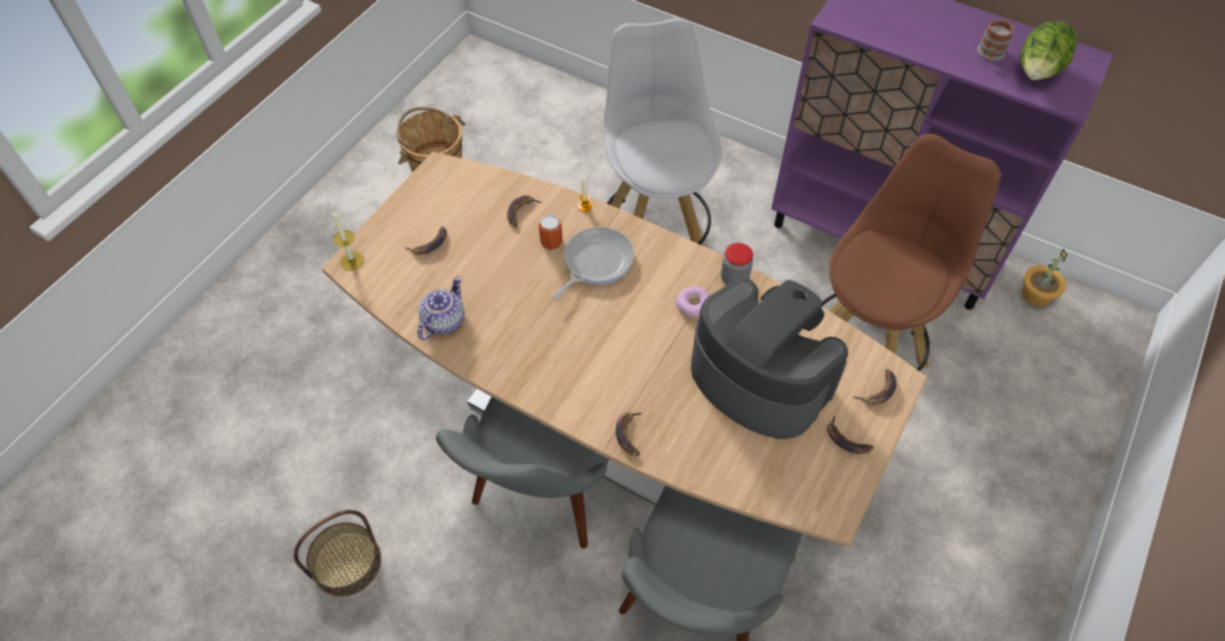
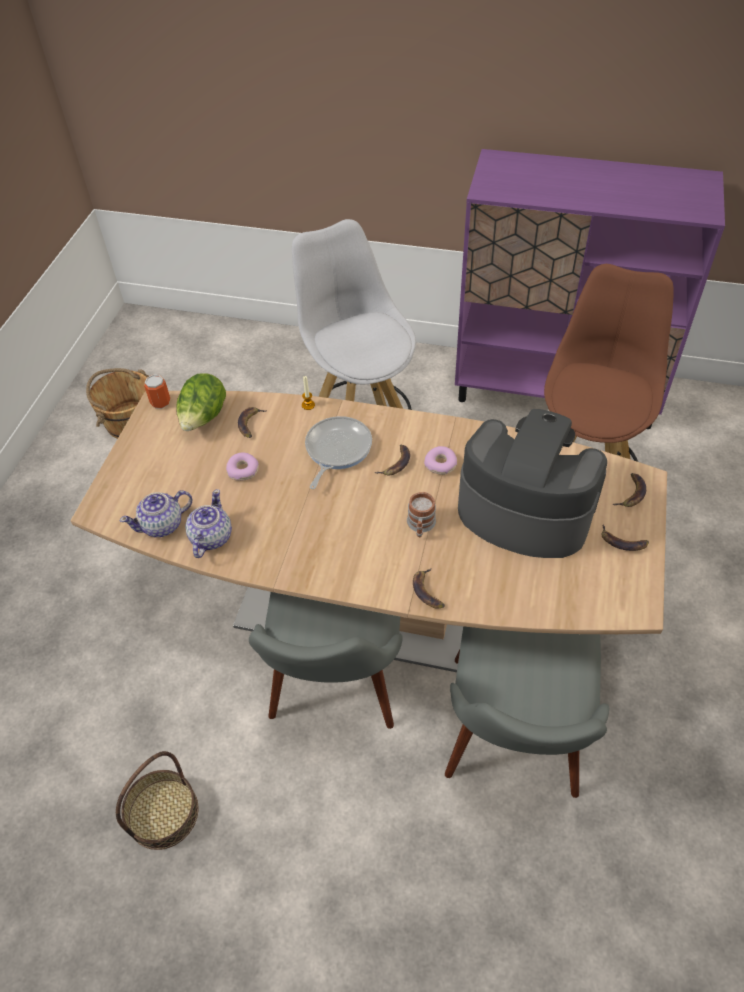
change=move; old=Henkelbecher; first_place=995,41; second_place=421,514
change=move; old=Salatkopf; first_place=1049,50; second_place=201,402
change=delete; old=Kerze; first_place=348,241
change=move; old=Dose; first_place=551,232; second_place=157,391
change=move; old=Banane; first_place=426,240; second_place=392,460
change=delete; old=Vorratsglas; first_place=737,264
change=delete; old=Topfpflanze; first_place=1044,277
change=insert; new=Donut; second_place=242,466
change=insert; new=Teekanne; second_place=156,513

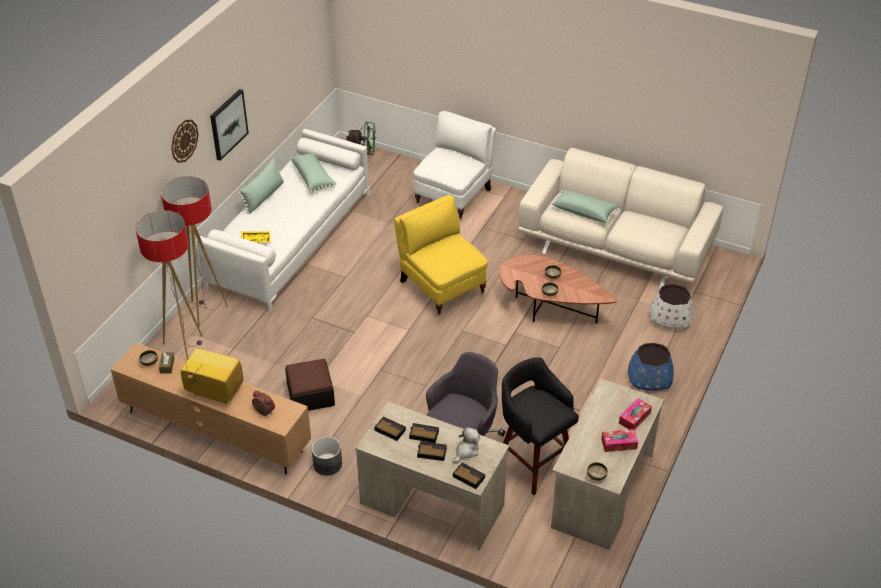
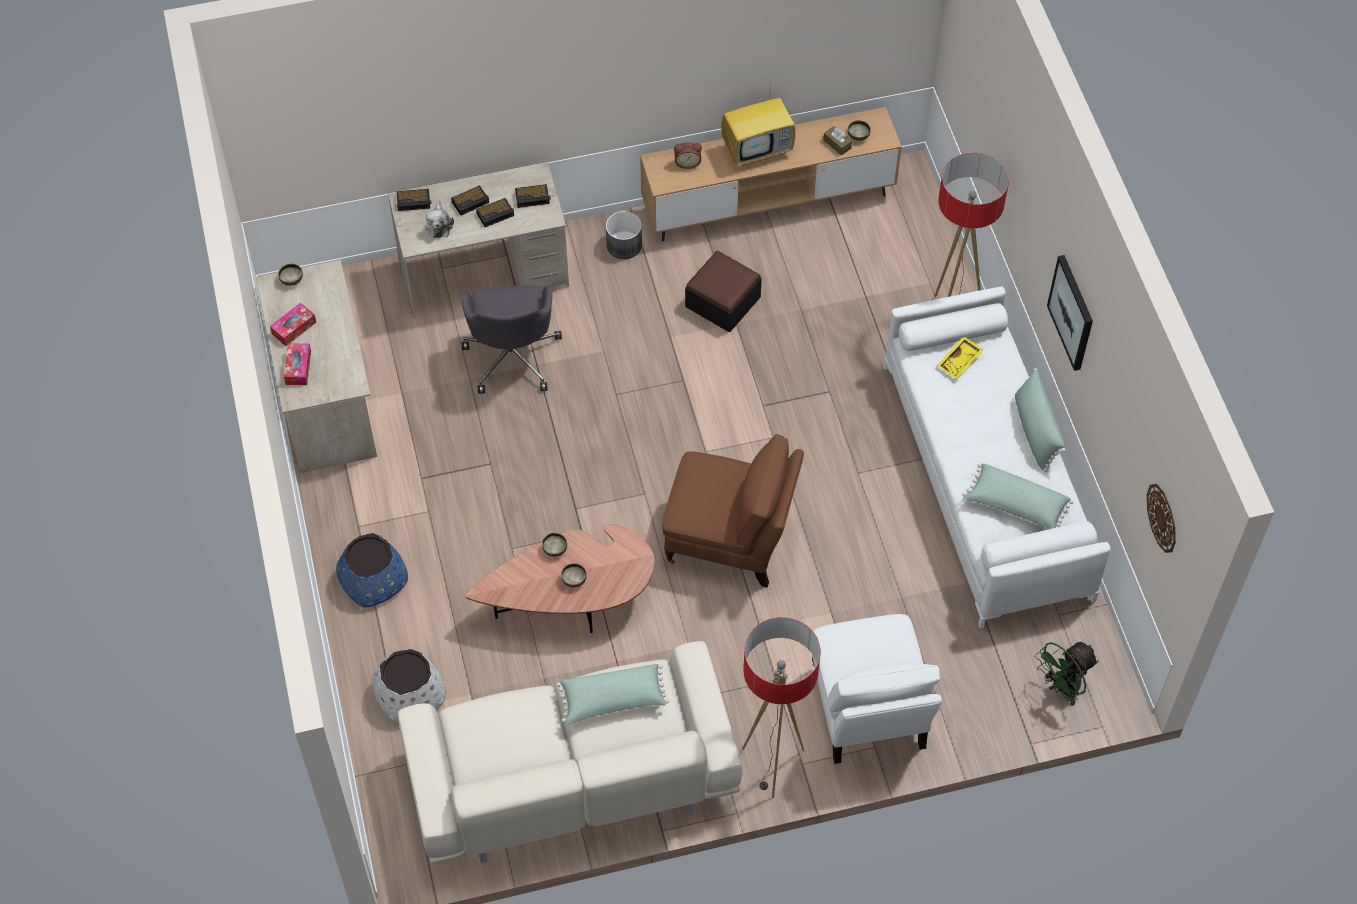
change=move; old=Wanduhr; first_place=184,141; second_place=1161,518
change=recolor; old=Sessel [gelb]; new=Sessel [braun]; first_place=441,255; second_place=733,511
change=move; old=Stehlampe; first_place=169,285; second_place=781,707
change=delete; old=Hocker [schwarz]; first_place=540,426

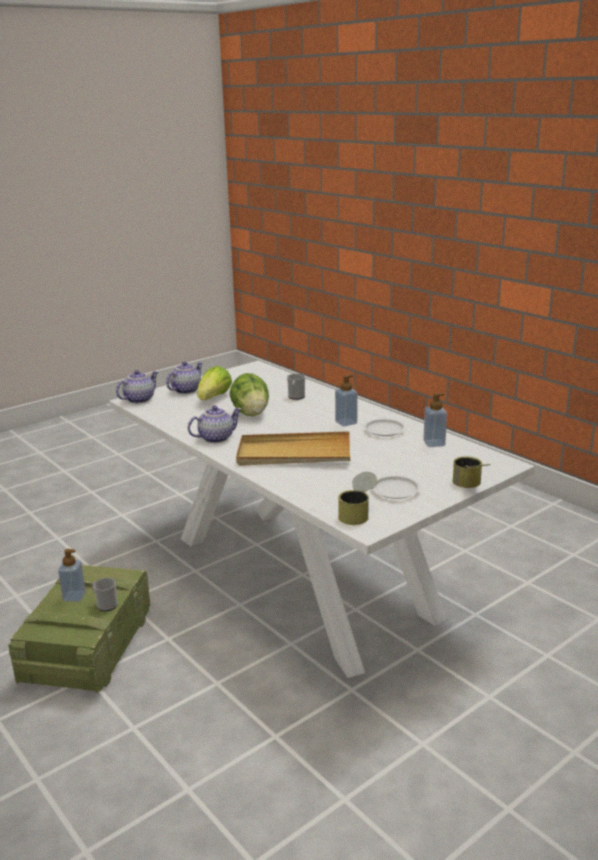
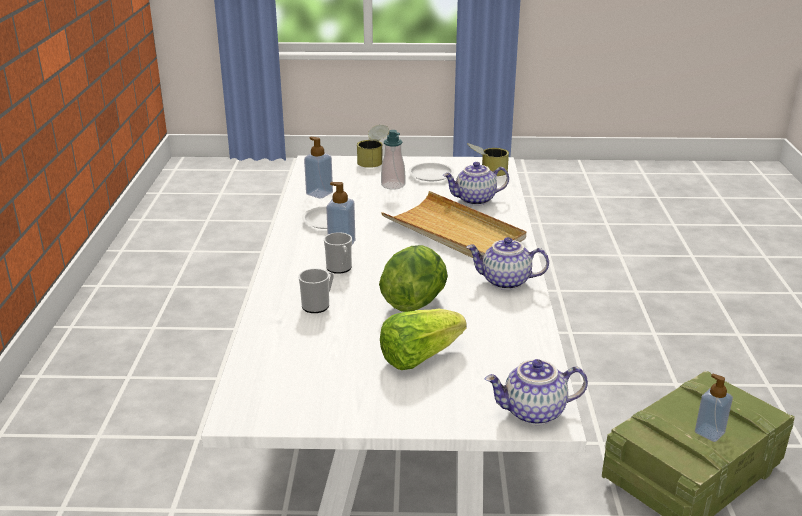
change=move; old=Teekanne; first_place=184,378; second_place=476,184
change=move; old=Henkelbecher; first_place=104,594; second_place=338,253
change=insert; new=Seifenspender; second_place=393,159

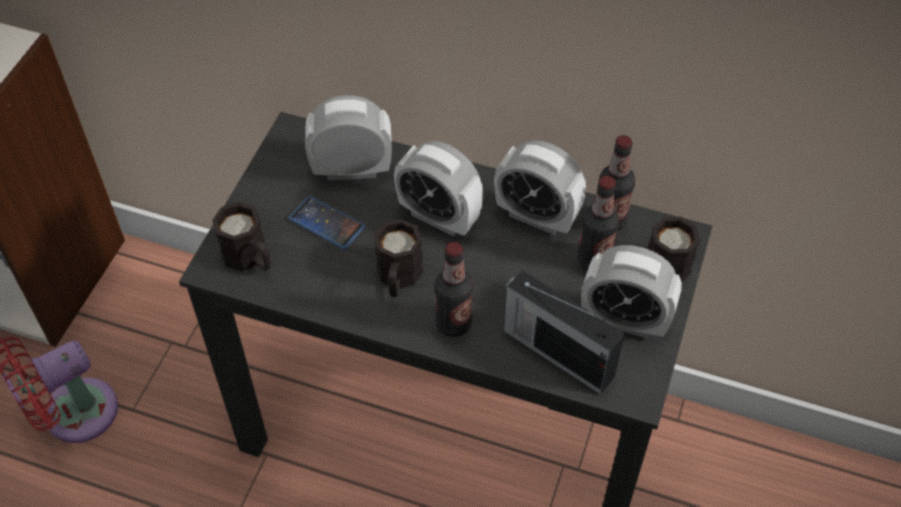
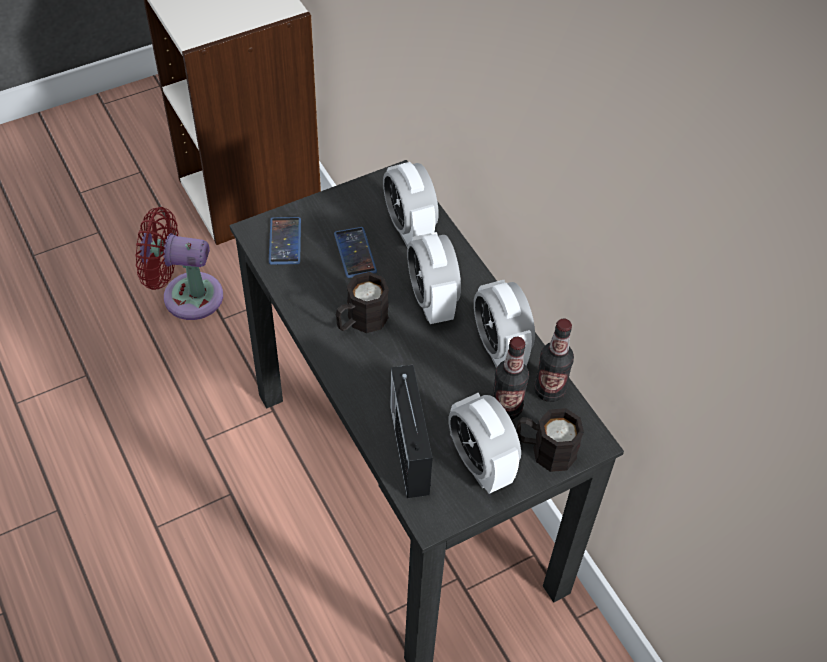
change=rotate; old=Wecker; first_place=348,137; second_place=410,204; degrees=-150
change=replace; old=Henkelbecher [schwarz]; new=Handy; first_place=241,236; second_place=285,241
change=delete; old=Flasche; first_place=454,289

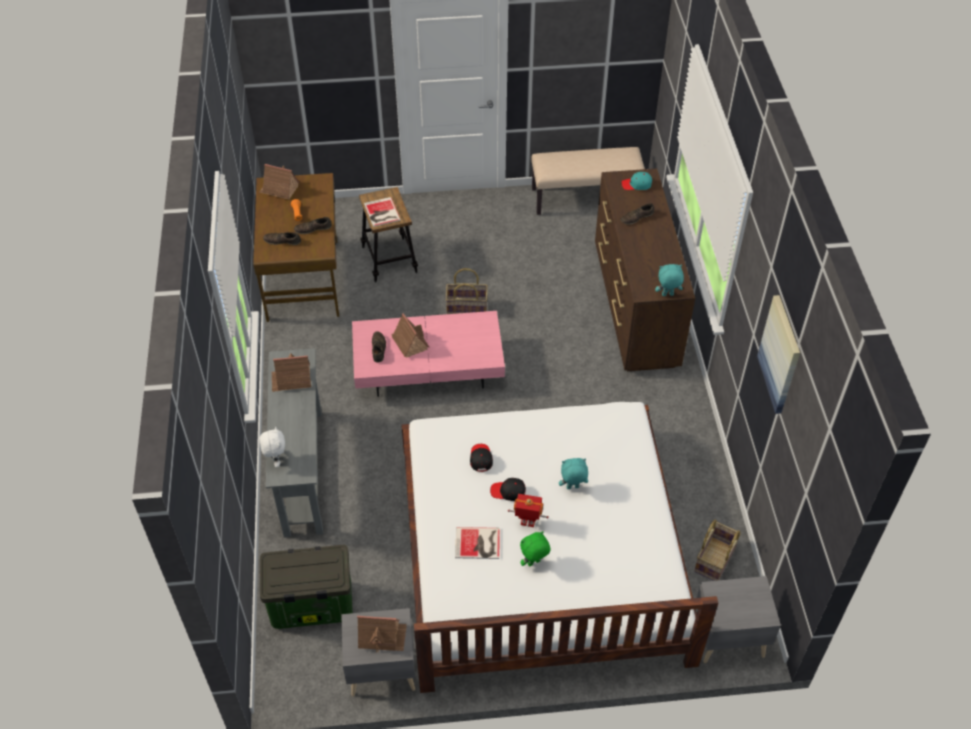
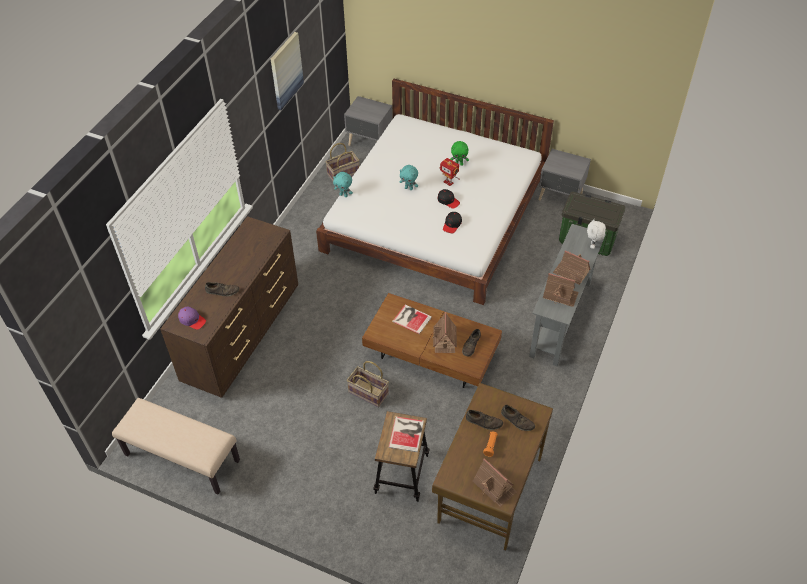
change=recolor; old=Kappe [türkis]; new=Kappe [lila]; first_place=636,181; second_place=192,318
change=move; old=Plüschtier [türkis]; first_place=669,280; second_place=343,184
change=recolor; old=Couchtisch [rosa]; new=Couchtisch [braun]; first_place=428,354; second_place=432,340
change=move; old=Buch; first_place=477,543; second_place=412,319
change=move; old=Spielzeughaus; first_place=382,634; second_place=571,267

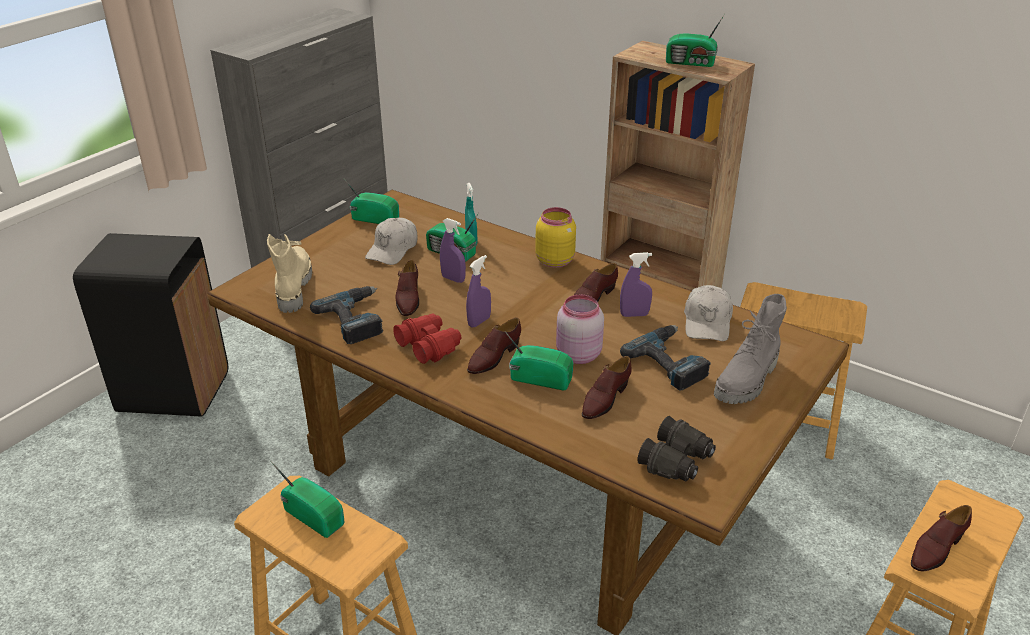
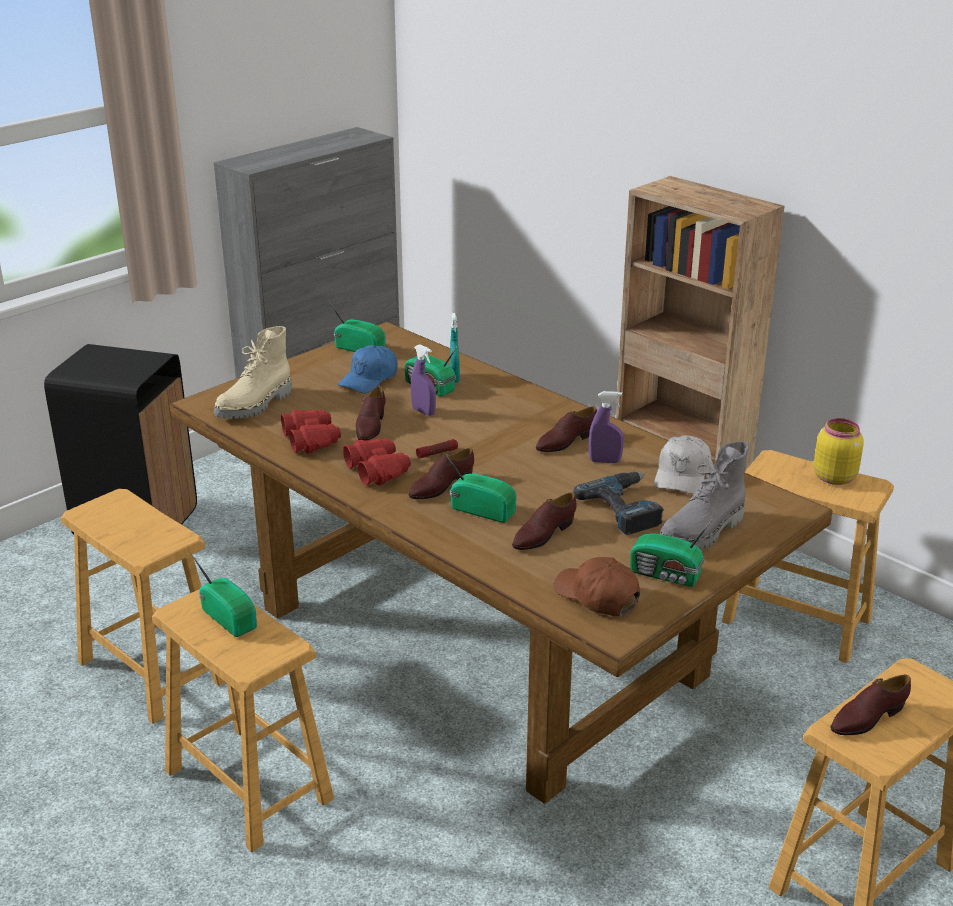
change=move; old=Radio; first_place=695,40; second_place=671,553
change=move; old=Vorratsglas [gelb]; first_place=555,237; second_place=839,451
change=recolor; old=Kappe [weiß]; new=Kappe [blau]; first_place=391,241; second_place=368,369
change=rotate; old=Stiefel [beige]; first_place=289,273; second_place=253,372; degrees=-150
change=replace; old=Sprühflasche [lila]; new=Taschenlampe; first_place=478,291; second_place=437,449
change=replace; old=Bohrmaschine; new=Fernglas [rot]; first_place=346,315; second_place=311,431
change=delete; old=Vorratsglas [rosa]; first_place=580,329
change=replace; old=Fernglas [schwarz]; new=Kappe [braun]; first_place=676,448; second_place=596,586
change=insert; new=Hocker [braun]; second_place=143,606

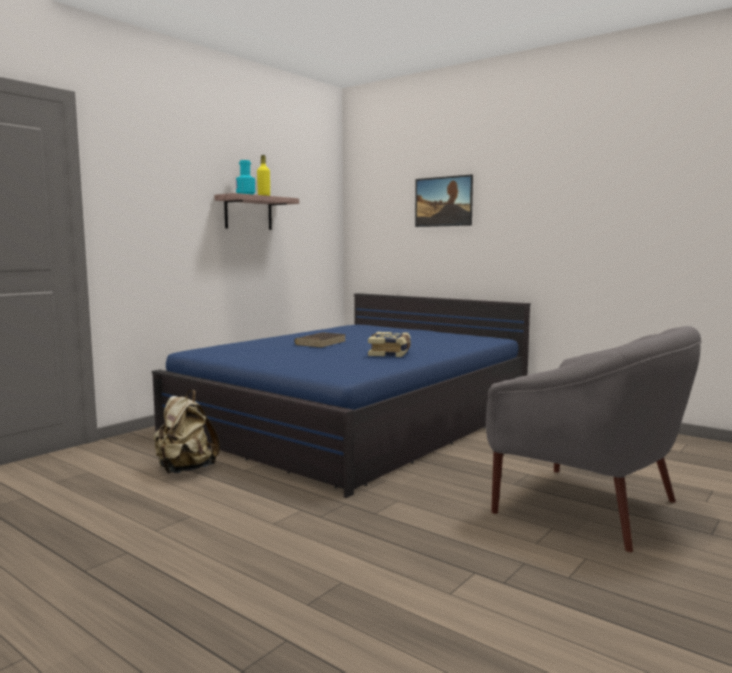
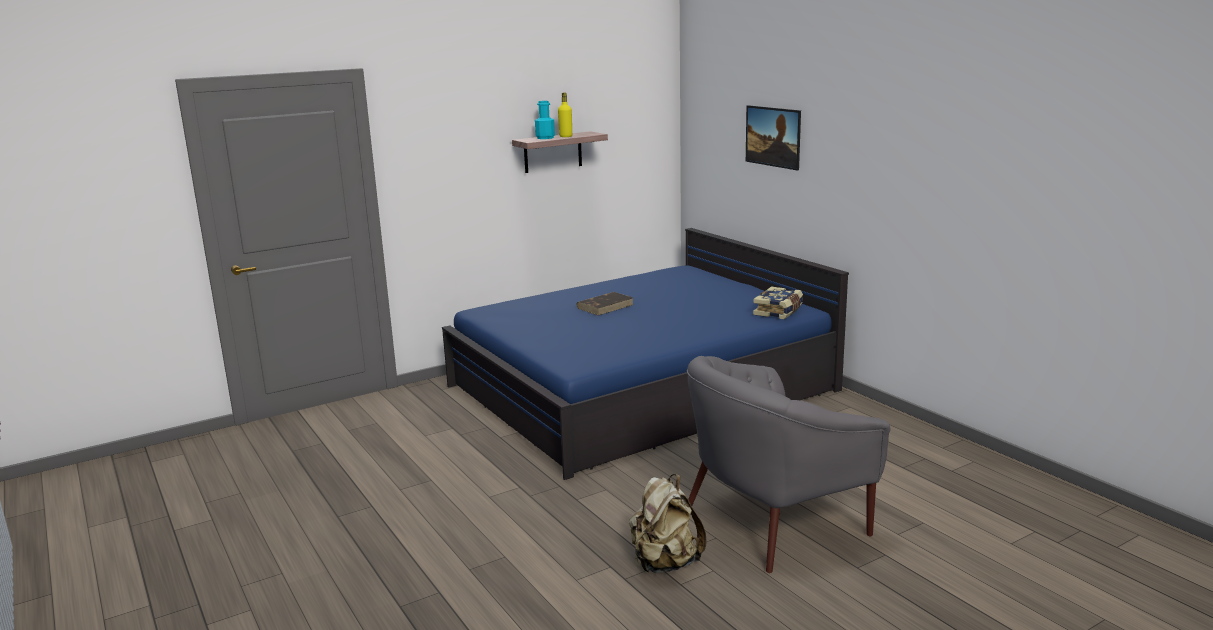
change=rotate; old=Sessel [grau]; first_place=594,439; second_place=788,464; degrees=90
change=move; old=Buch; first_place=389,344; second_place=778,303
change=move; old=Rucksack [beige]; first_place=186,431; second_place=668,523

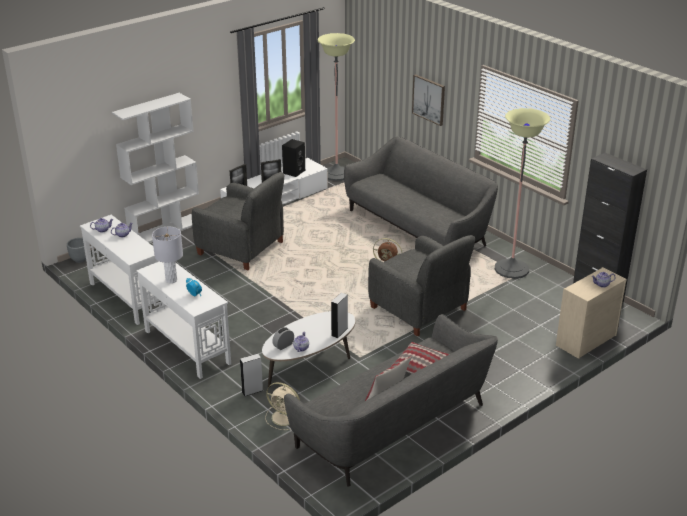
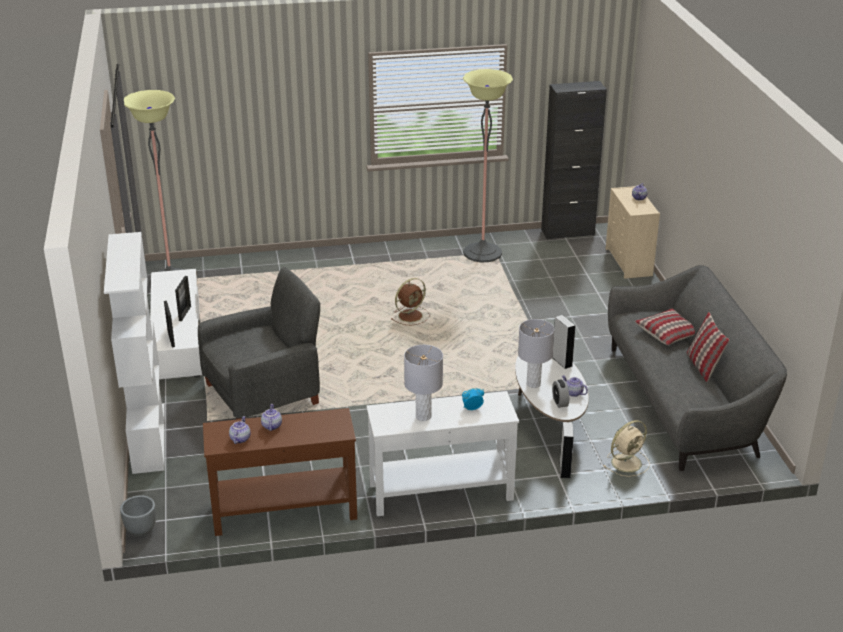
change=delete; old=Bild; first_place=428,100
change=delete; old=Sofa [grau]; first_place=421,191
change=delete; old=Lautsprecher [schwarz]; first_place=293,158
change=recolor; old=Konsolentisch [weiß]; new=Konsolentisch [braun]; first_place=122,270; second_place=280,472
change=delete; old=Sessel [grau]; first_place=421,286
change=insert; new=Tischlampe [grau]; second_place=536,353

